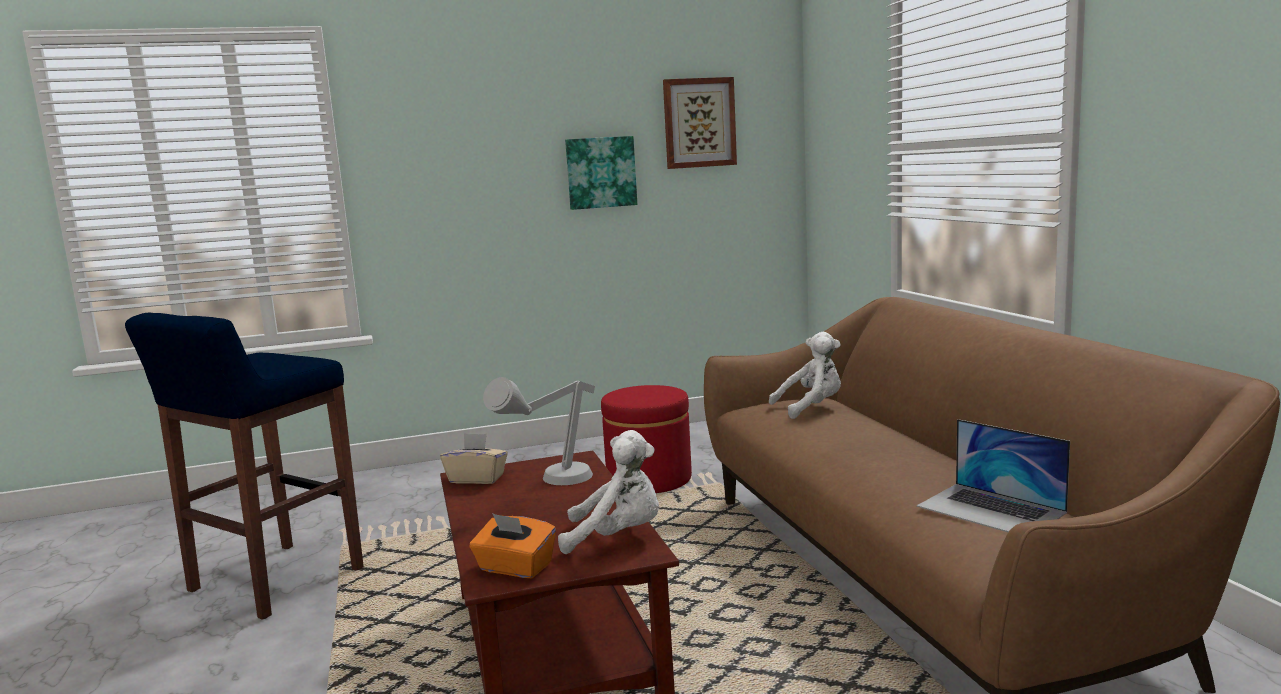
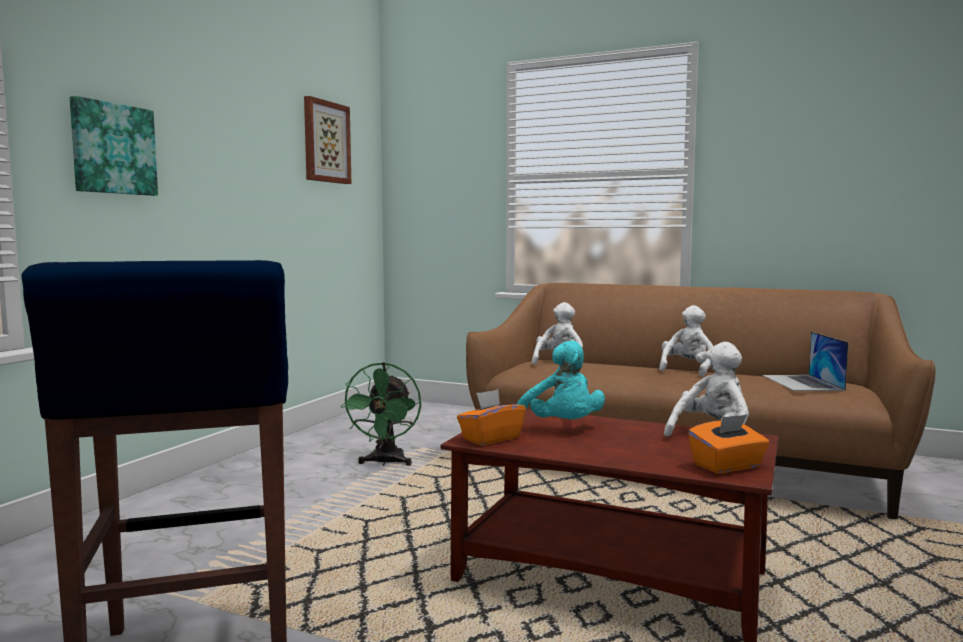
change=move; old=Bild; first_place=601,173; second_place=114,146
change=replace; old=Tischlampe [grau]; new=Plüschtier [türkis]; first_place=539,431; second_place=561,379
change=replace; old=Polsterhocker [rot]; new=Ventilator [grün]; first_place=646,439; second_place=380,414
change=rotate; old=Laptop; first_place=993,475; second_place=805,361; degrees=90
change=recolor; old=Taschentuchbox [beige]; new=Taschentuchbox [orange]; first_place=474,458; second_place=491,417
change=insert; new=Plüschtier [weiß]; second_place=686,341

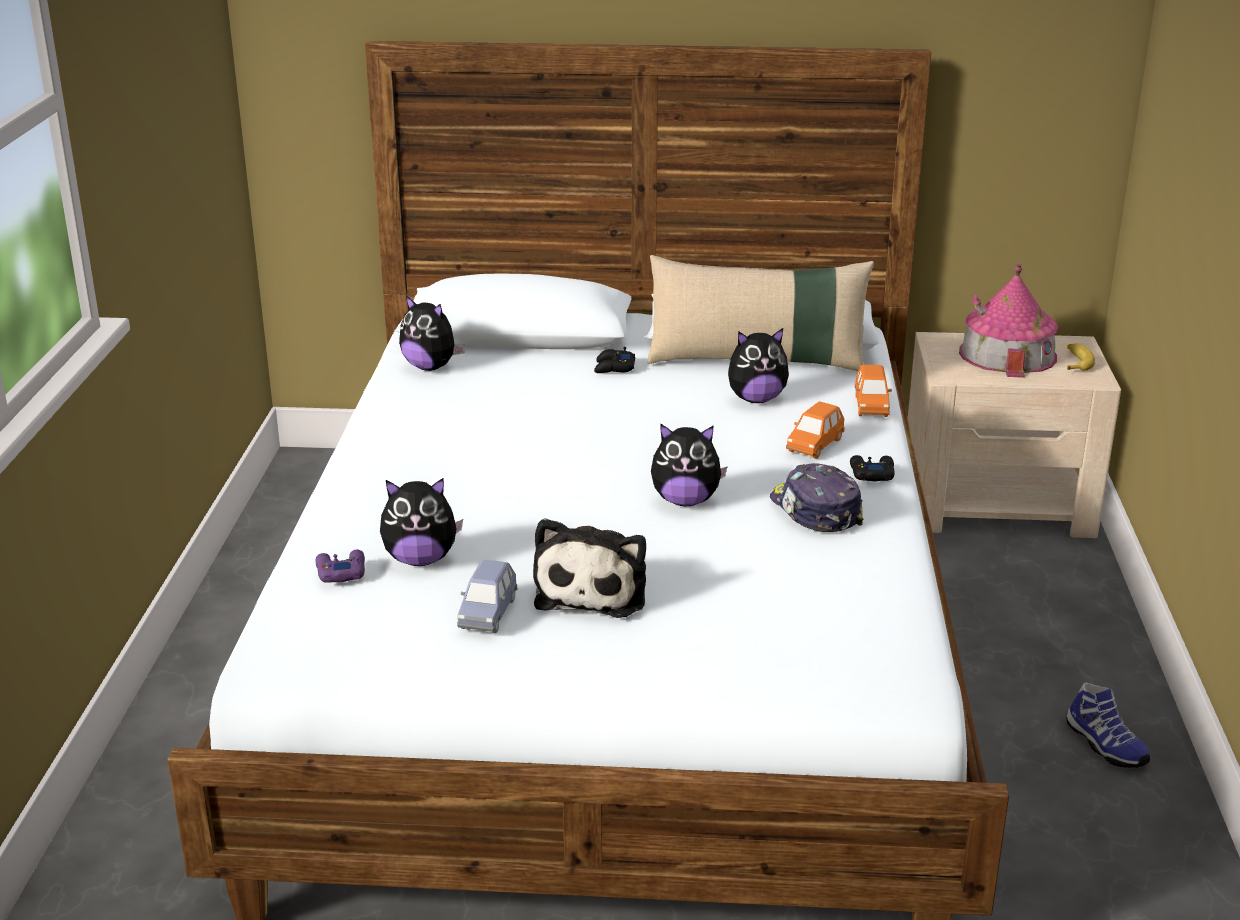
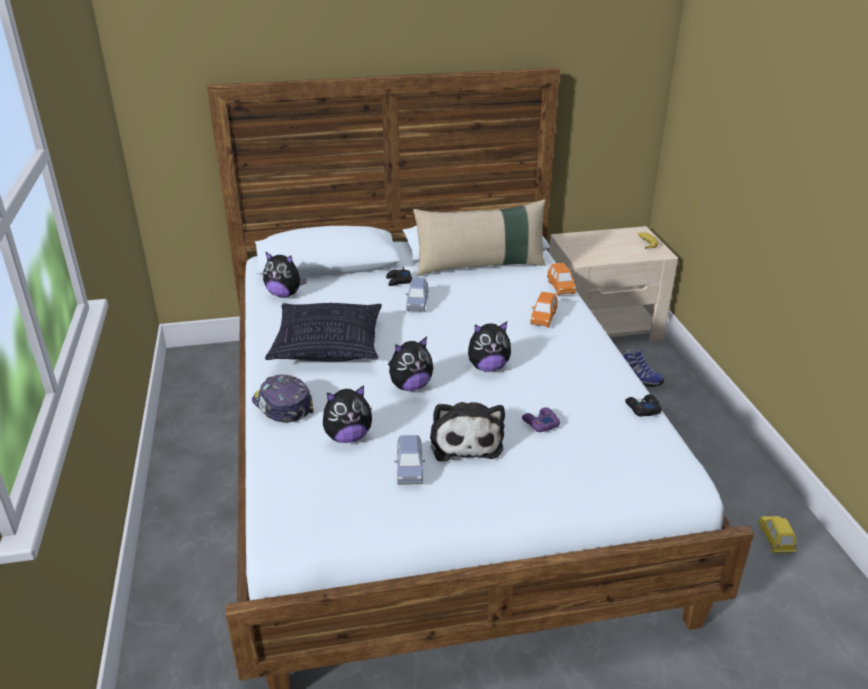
change=delete; old=Spielzeughaus; first_place=1008,321
change=move; old=Plüschtier; first_place=758,365; second_place=411,364
change=move; old=Gamepad [schwarz]; first_place=872,468; second_place=643,405
change=move; old=Kappe; first_place=817,497; second_place=283,399
change=move; old=Gamepad [lila]; first_place=340,566; second_place=541,419
change=move; old=Schuh; first_place=1108,725; second_place=643,368
change=insert; new=Spielzeugauto [blau]; second_place=417,295
change=insert; new=Kissen; second_place=323,332
change=insert; new=Spielzeugauto [gelb]; second_place=778,534

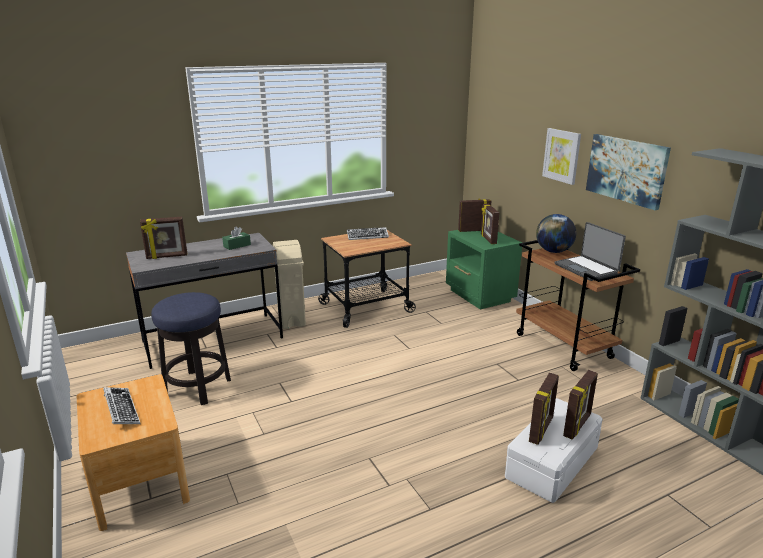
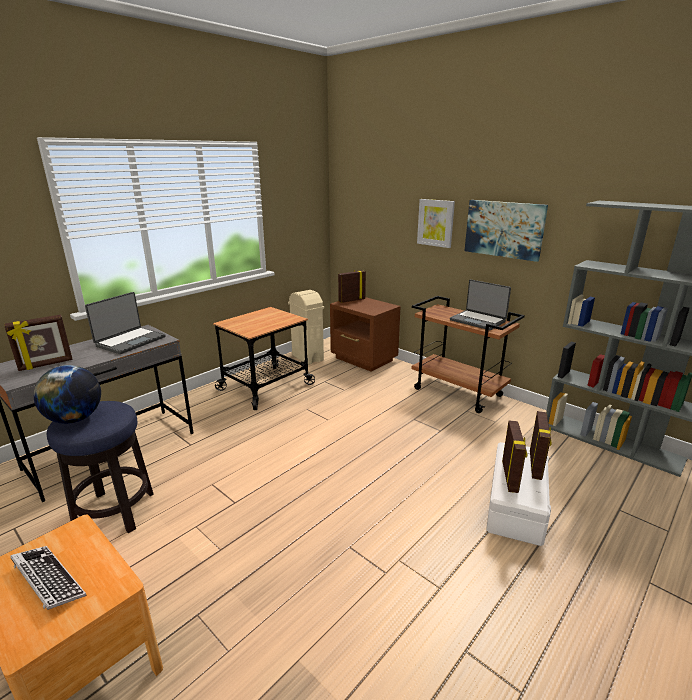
change=delete; old=Bilderrahmen; first_place=490,224
change=move; old=Globus; first_place=556,233; second_place=67,394
change=replace; old=Taschentuchbox [grün]; new=Laptop; first_place=236,238; second_place=125,323
change=delete; old=Tastatur; first_place=368,233
change=recolor; old=Nachttisch [grün]; new=Nachttisch [braun]; first_place=484,270; second_place=365,334
change=move; old=Mülleimer [beige]; first_place=289,284; second_place=306,327

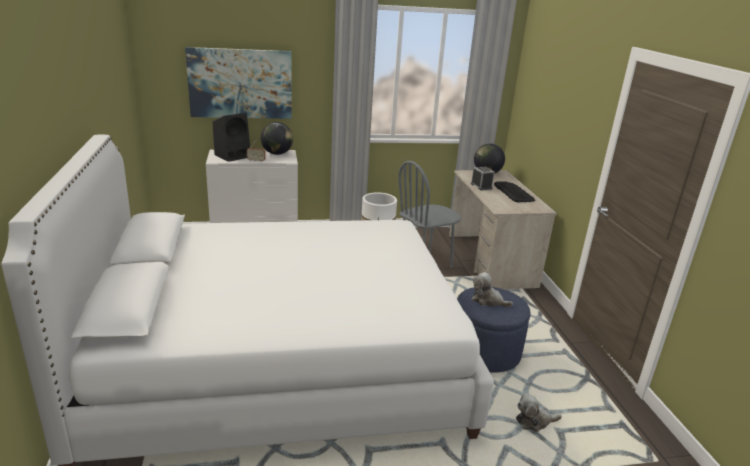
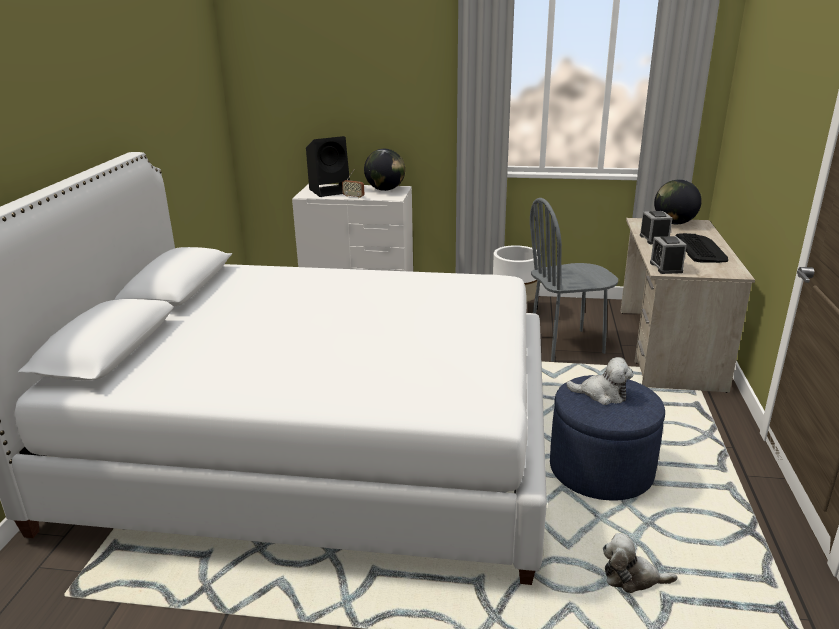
change=delete; old=Bild; first_place=238,83
change=rotate; old=Plüschtier; first_place=492,289; second_place=600,381; degrees=150
change=insert; new=Wecker; second_place=668,255

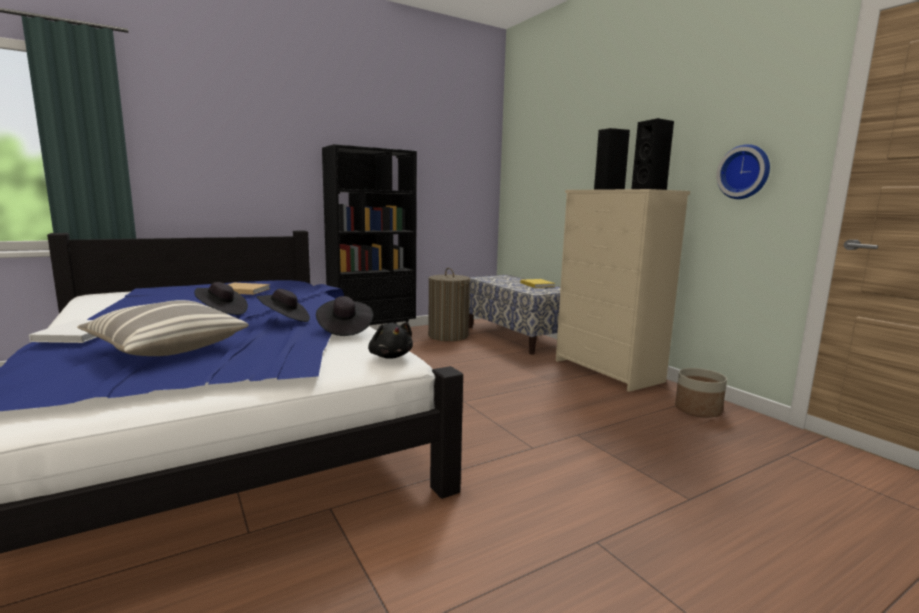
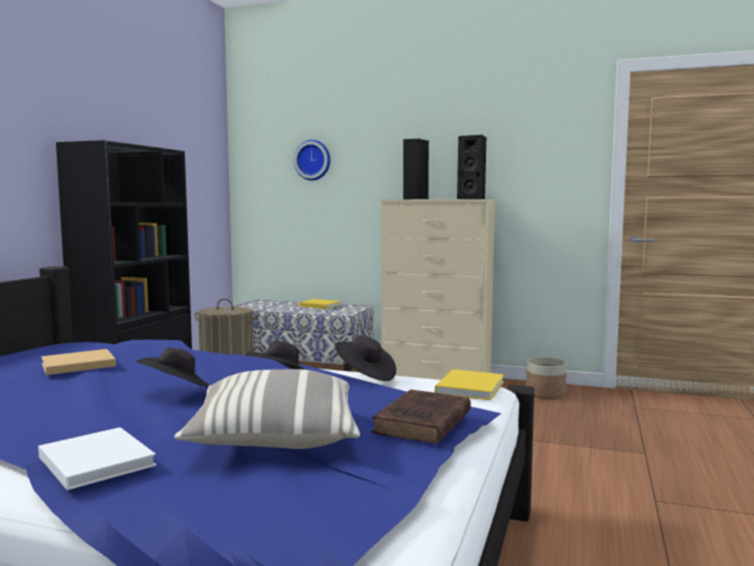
change=move; old=Wanduhr; first_place=743,171; second_place=312,160
change=replace; old=Plüschtier [schwarz]; new=Buch [gelb]; first_place=390,340; second_place=469,384
change=insert; new=Buch [braun]; second_place=421,417

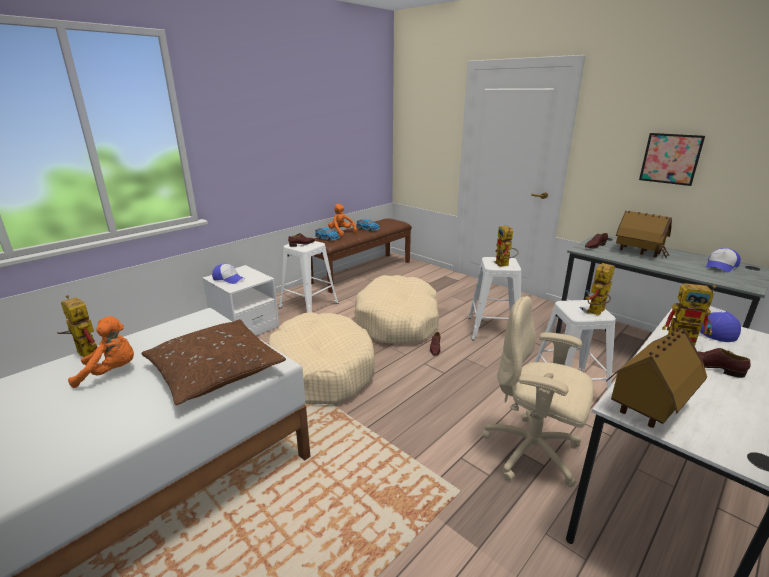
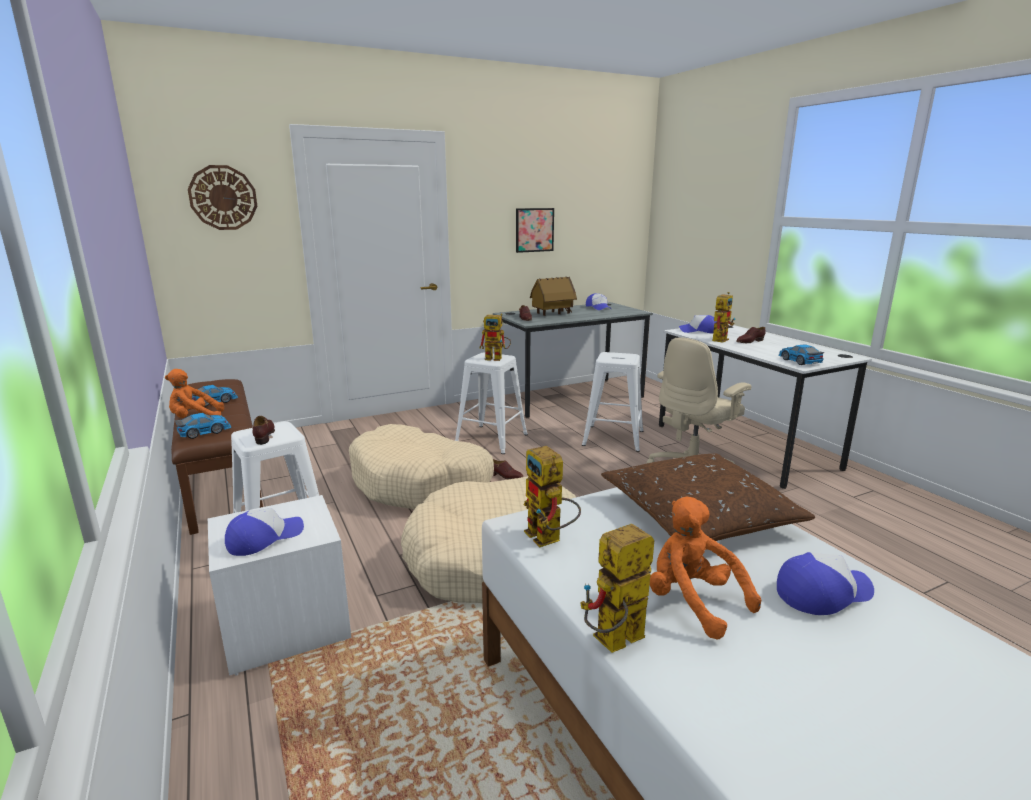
change=move; old=Spielzeugroboter; first_place=600,289; second_place=552,496
change=rotate; old=Plüschtier [orange]; first_place=101,352; second_place=705,568; degrees=-45
change=replace; old=Spielzeughaus; new=Spielzeugauto; first_place=656,378; second_place=801,355
change=insert; new=Wanduhr; second_place=222,197
change=insert; new=Kappe; second_place=825,583

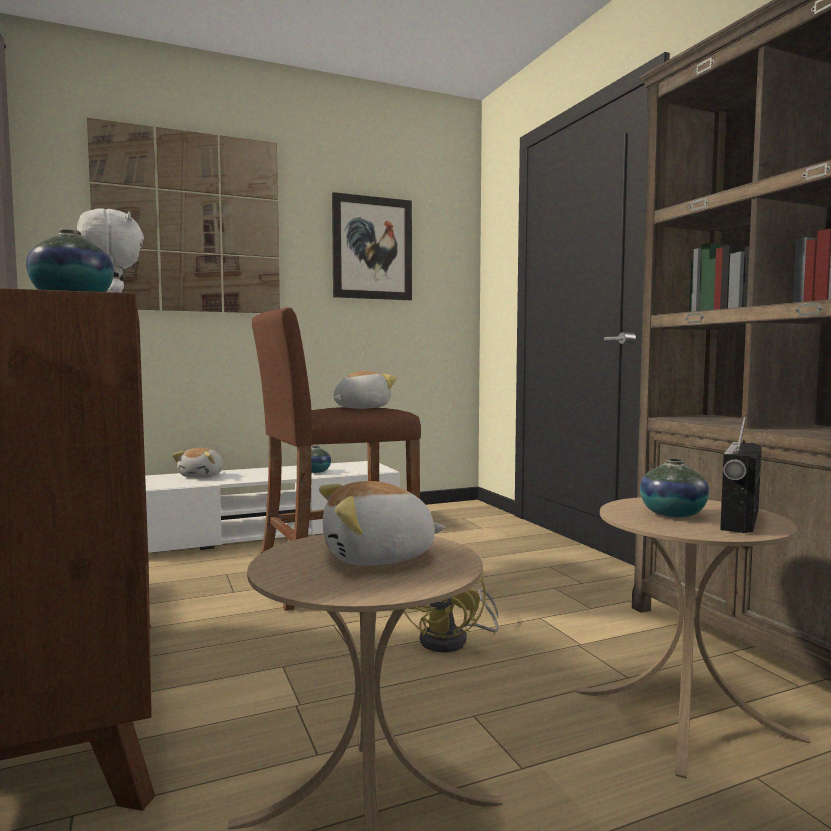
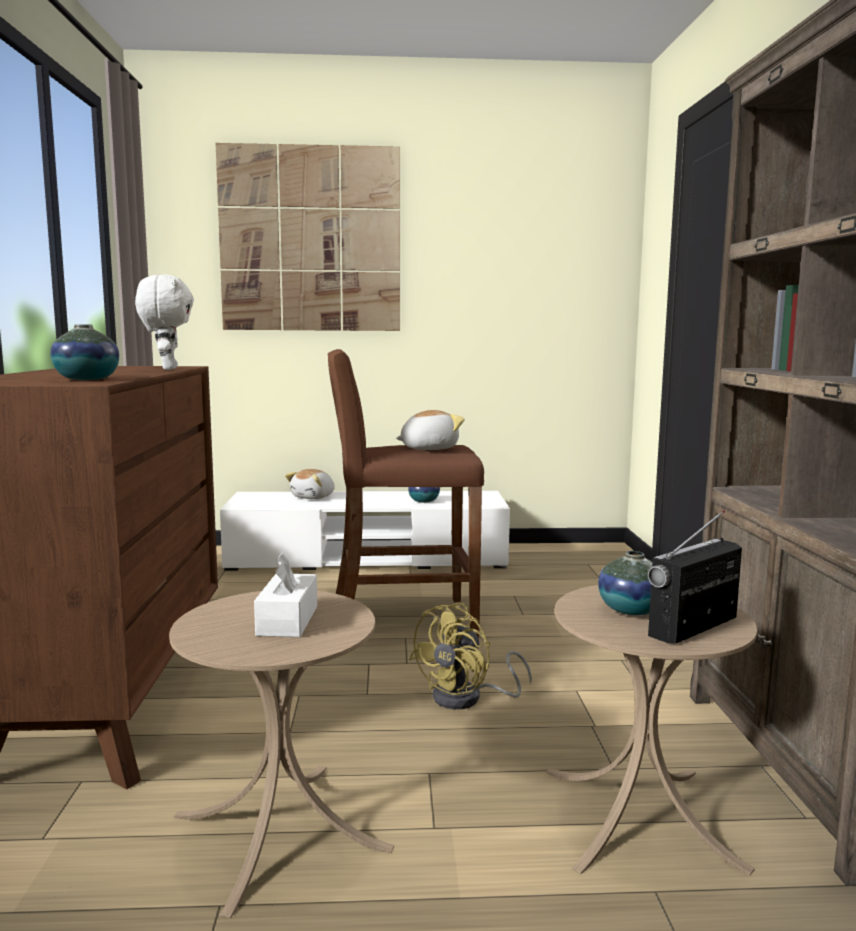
change=delete; old=Bild; first_place=372,246
change=replace; old=Plüschtier; new=Taschentuchbox [weiß]; first_place=382,523; second_place=285,594

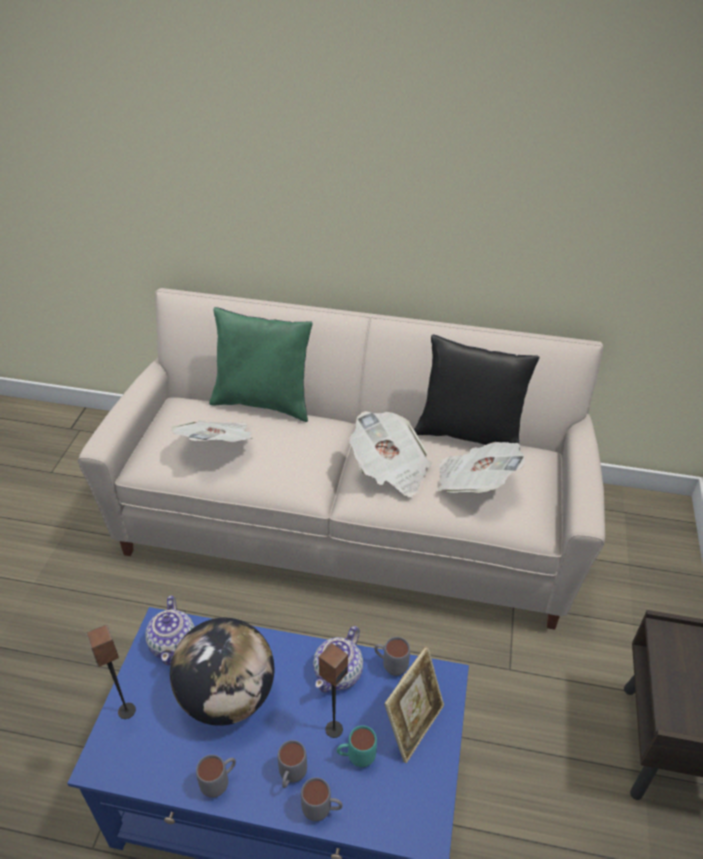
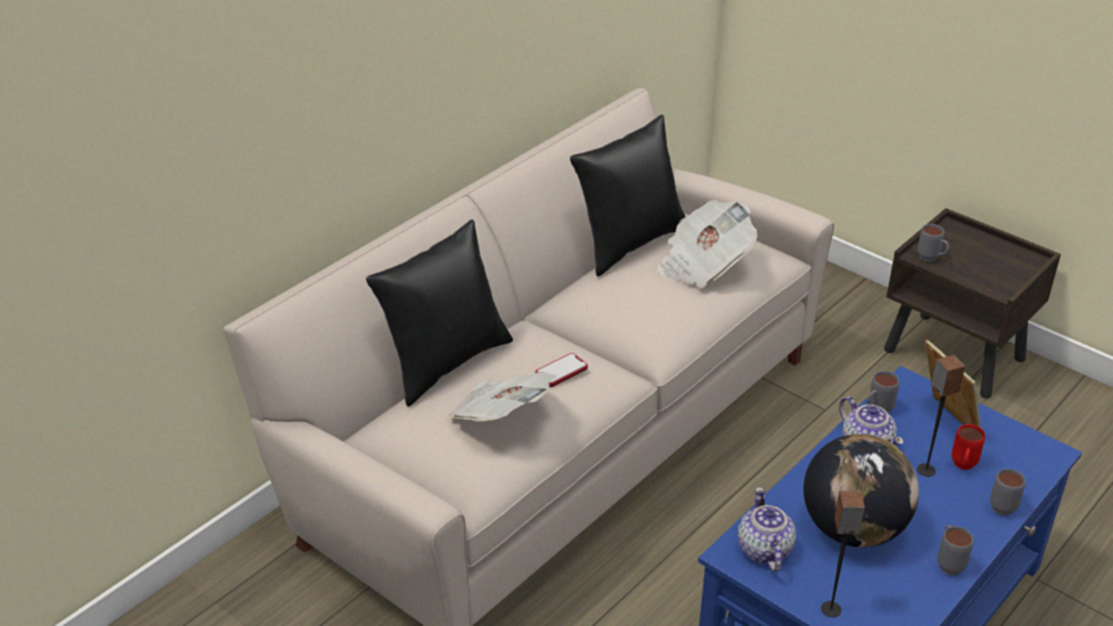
change=recolor; old=Kissen [grün]; new=Kissen [schwarz]; first_place=261,364; second_place=439,313
change=delete; old=Zeitung; first_place=390,454
change=rotate; old=Teekanne; first_place=170,630; second_place=767,529; degrees=-120
change=recolor; old=Henkelbecher [türkis]; new=Henkelbecher [rot]; first_place=357,746; second_place=968,447
change=move; old=Henkelbecher [grau]; first_place=292,764; second_place=933,243
change=insert; new=Handy; second_place=561,370

